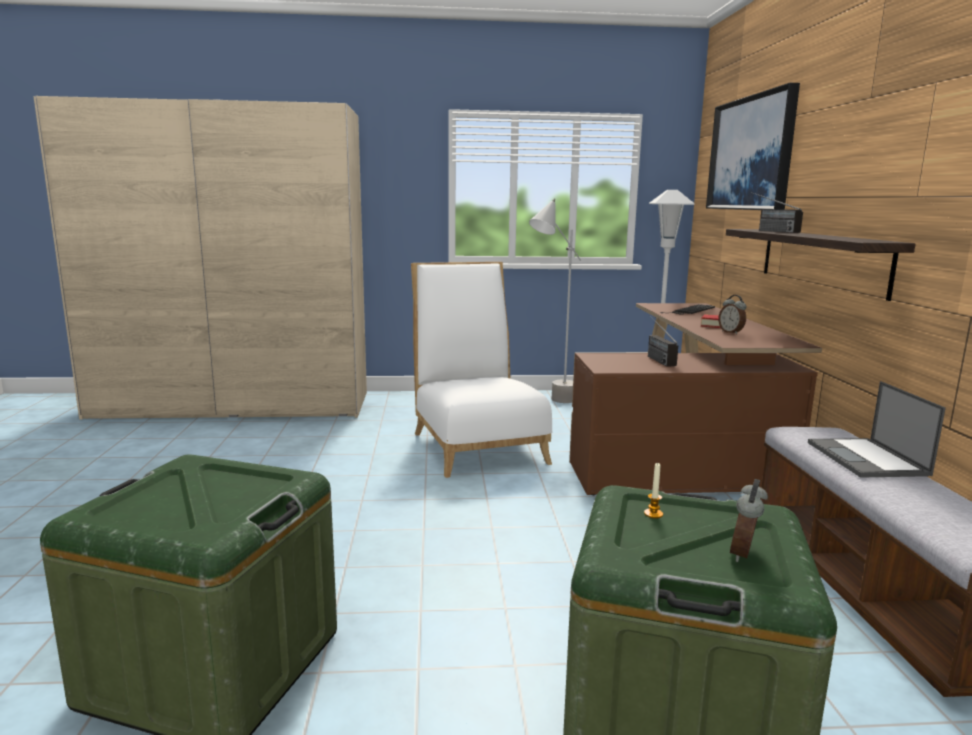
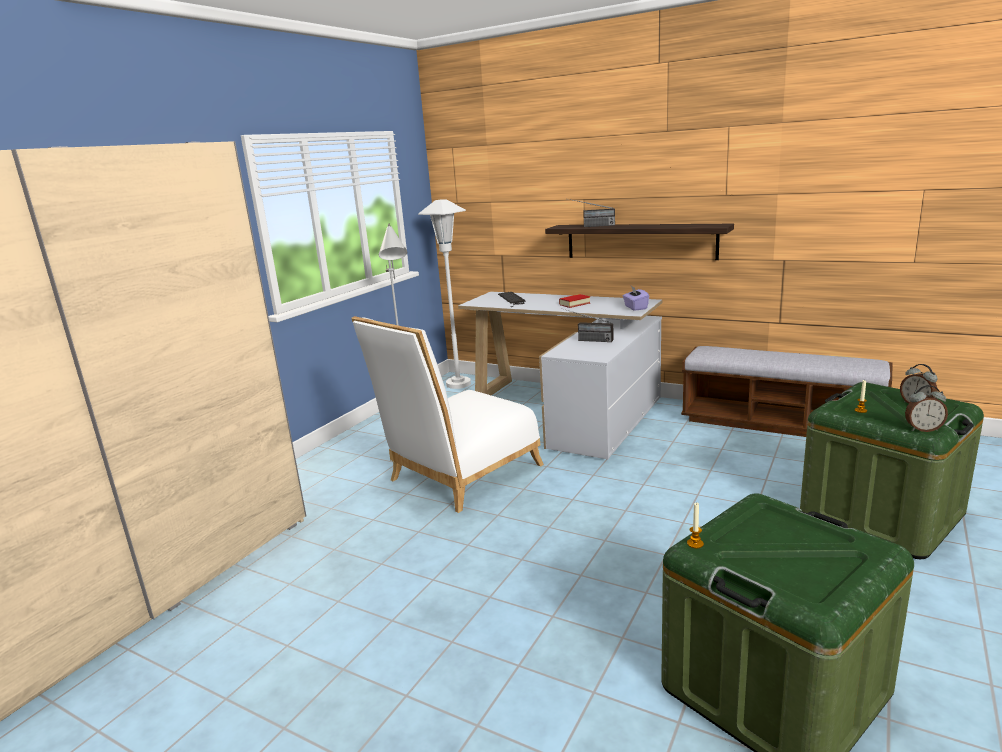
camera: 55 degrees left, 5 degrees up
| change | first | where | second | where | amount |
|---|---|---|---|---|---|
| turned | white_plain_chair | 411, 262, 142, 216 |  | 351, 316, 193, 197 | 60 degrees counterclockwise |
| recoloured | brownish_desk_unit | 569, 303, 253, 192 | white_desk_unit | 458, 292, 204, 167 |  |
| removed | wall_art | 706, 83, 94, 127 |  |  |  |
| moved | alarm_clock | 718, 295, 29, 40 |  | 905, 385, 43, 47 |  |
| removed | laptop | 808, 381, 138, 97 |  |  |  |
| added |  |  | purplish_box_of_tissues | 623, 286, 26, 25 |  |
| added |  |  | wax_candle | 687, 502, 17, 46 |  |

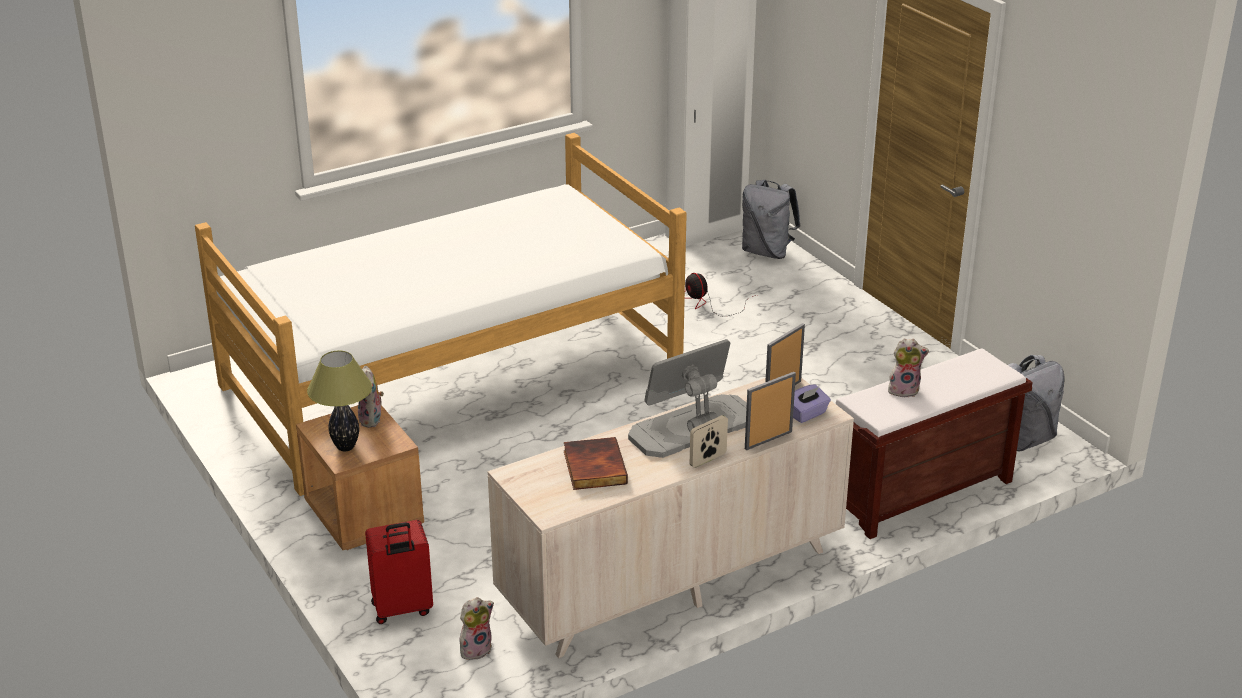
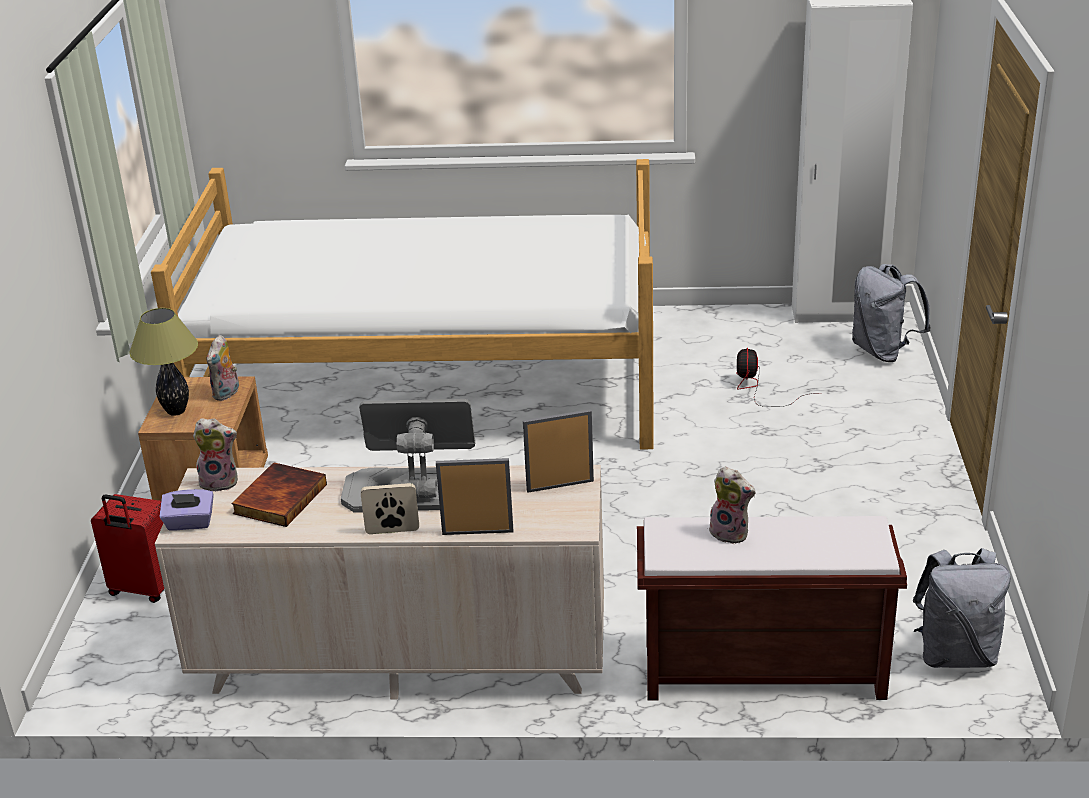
camera: 35 degrees right, 0 degrees up
| change | first | where | second | where | amount |
|---|---|---|---|---|---|
| moved | plush_toy | 460, 597, 34, 63 |  | 193, 418, 45, 74 |  |
| moved | purplish_box_of_tissues | 793, 385, 38, 38 |  | 160, 489, 54, 42 |  |

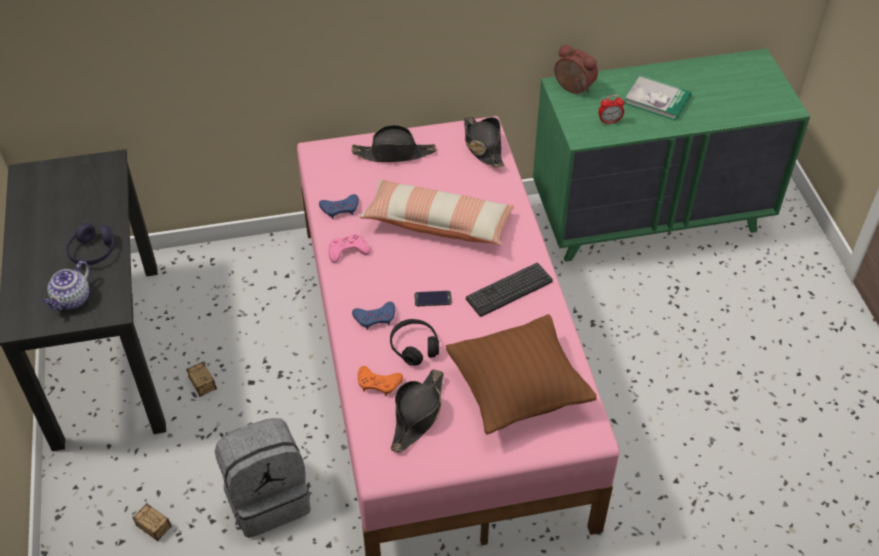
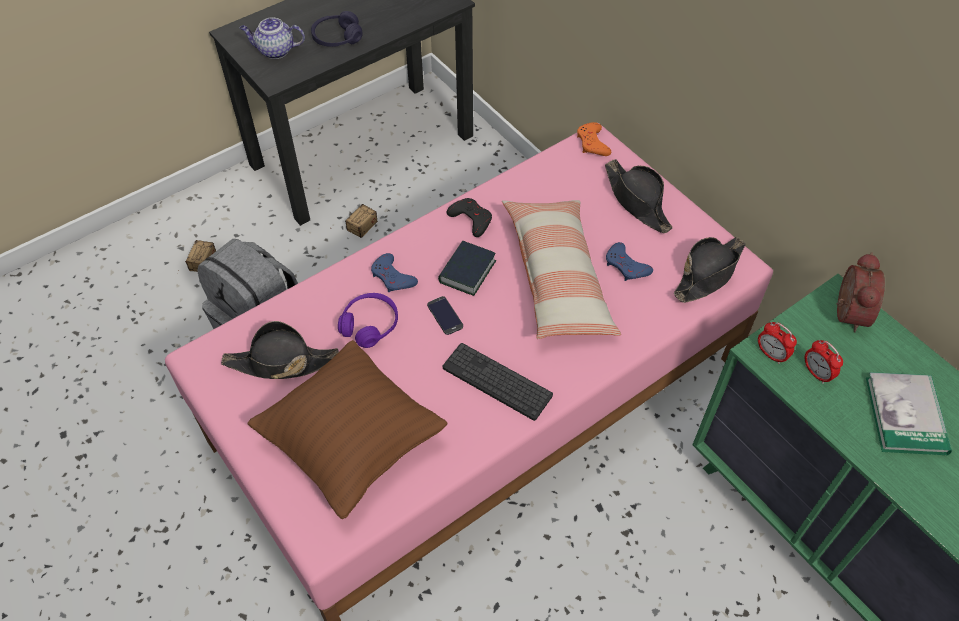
camera: 65 degrees right, 5 degrees up
| change | first | where | second | where | amount |
|---|---|---|---|---|---|
| moved | bluish_joypad | 319, 194, 40, 25 |  | 606, 242, 47, 39 |  |
| recoloured | pinkish_joypad | 329, 234, 41, 29 | blackish_joypad | 447, 198, 45, 39 |  |
| moved | orange_joypad | 358, 366, 45, 30 |  | 577, 122, 34, 34 |  |
| recoloured | blackish_headset | 390, 319, 49, 47 | purplish_headset | 338, 293, 60, 55 |  |
| added |  |  | bound_book | 438, 241, 59, 55 |  |
| added |  |  | alarm_clock | 758, 322, 39, 42 |  |

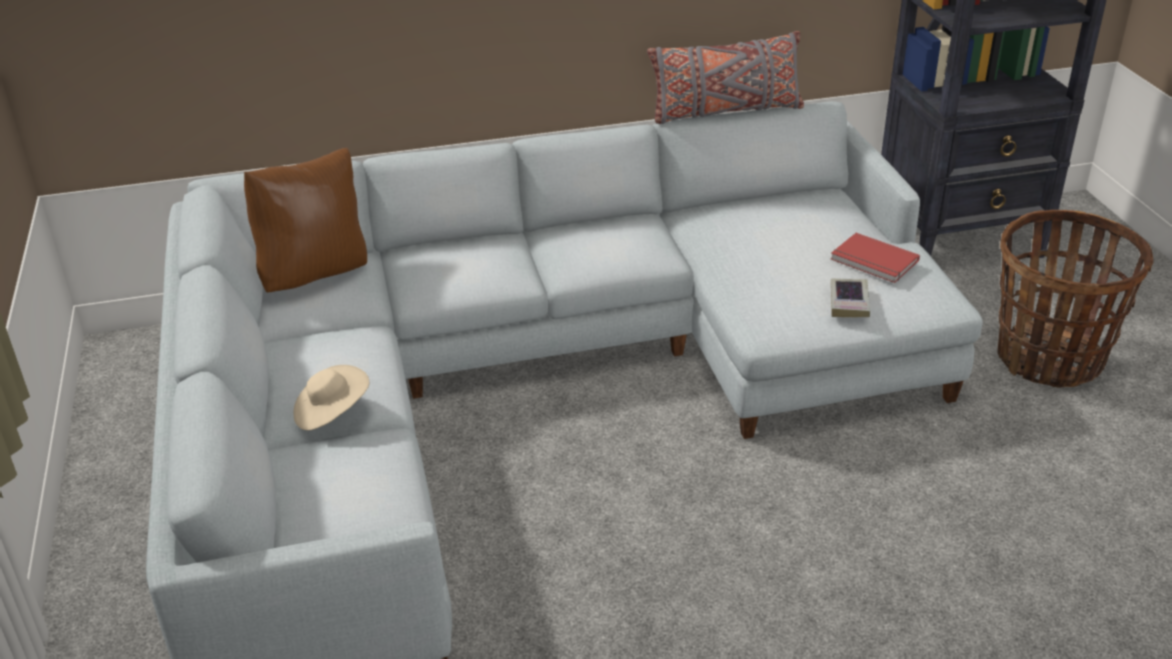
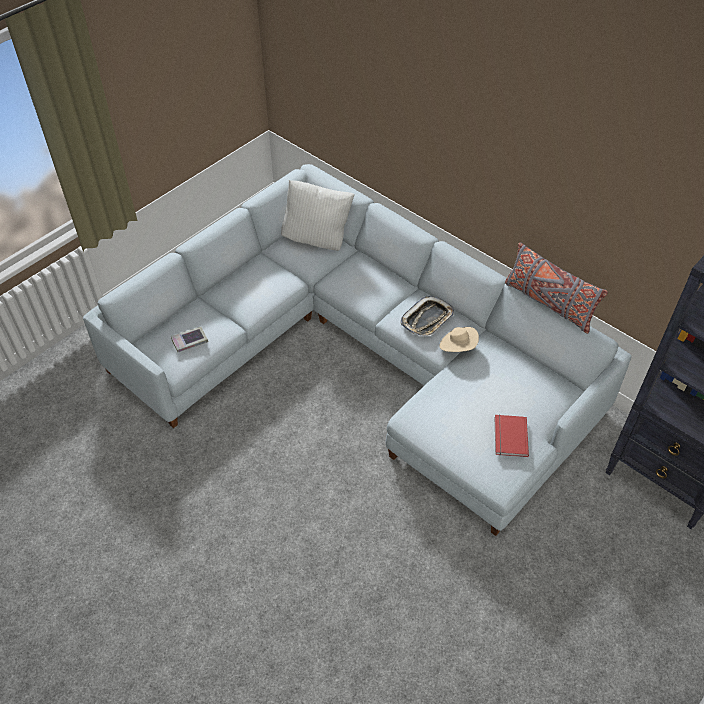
camera: 55 degrees right, 15 degrees up
| change | first | where | second | where | amount |
|---|---|---|---|---|---|
| recoloured | brownish_pillow | 244, 148, 123, 145 | white_pillow | 281, 180, 74, 71 |  |
| moved | beige-coloured_clothing_hat | 294, 365, 75, 65 |  | 439, 327, 40, 25 |  |
| moved | bound_book | 831, 279, 39, 38 |  | 171, 327, 37, 25 |  |
| removed | household_basket | 997, 210, 157, 178 |  |  |  |
| added |  |  | tray | 401, 296, 53, 40 |  |

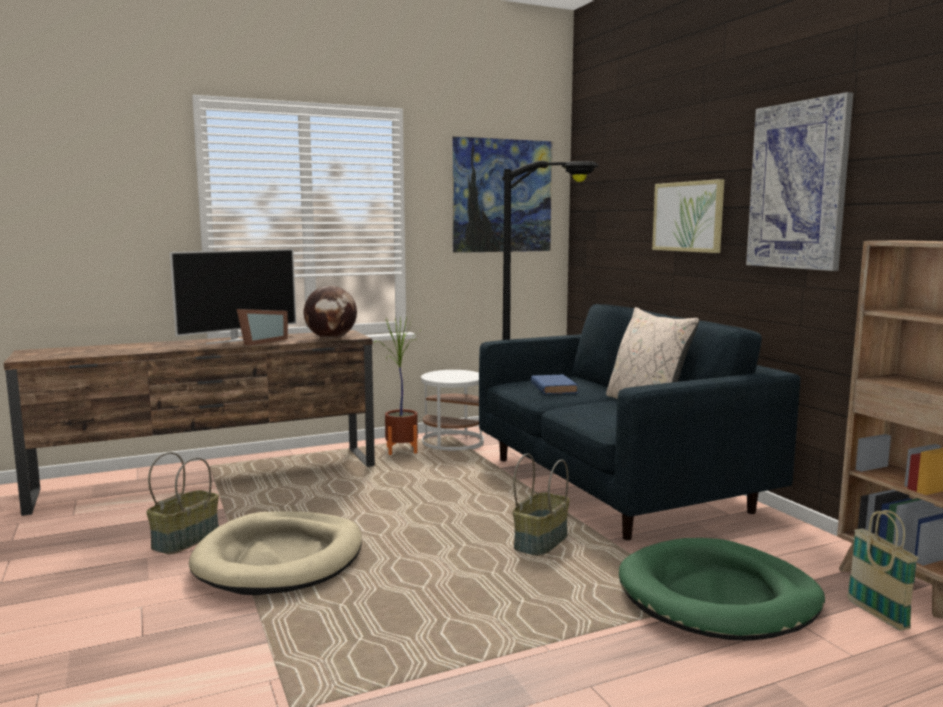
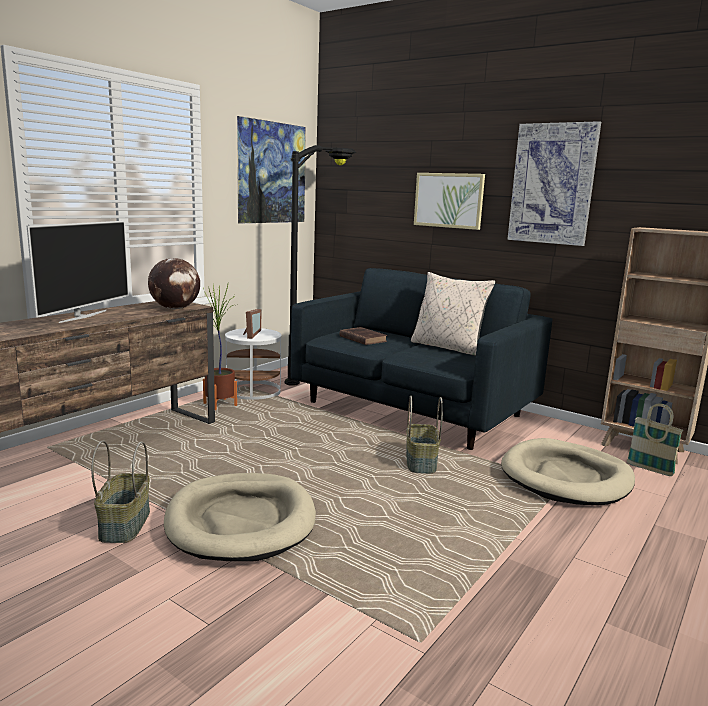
camera: 30 degrees left, 5 degrees up
| change | first | where | second | where | amount |
|---|---|---|---|---|---|
| moved | photo_frame | 237, 309, 51, 37 |  | 243, 309, 18, 30 |  |
| recoloured | bluish_bound_book | 531, 375, 47, 19 | brownish_bound_book | 340, 327, 47, 18 |  |
| recoloured | greenish_pet_bed | 619, 538, 206, 103 | beige-coloured_pet_bed | 501, 438, 134, 67 |  |

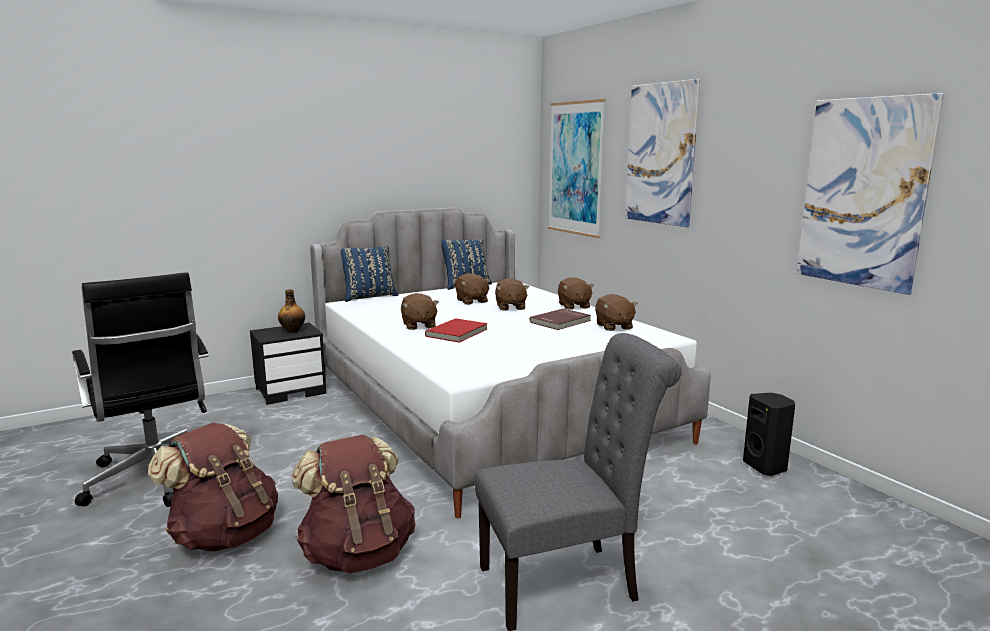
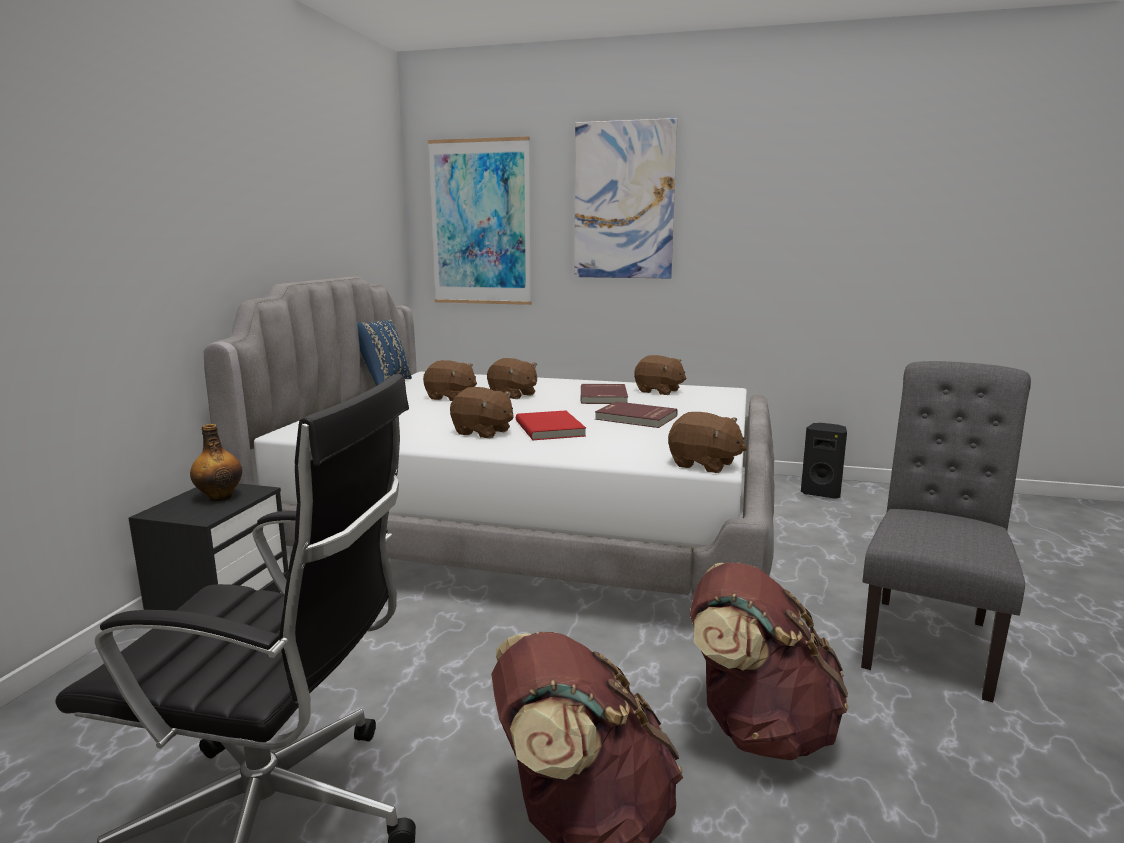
camera: 45 degrees left, 0 degrees up
| change | first | where | second | where | amount |
|---|---|---|---|---|---|
| removed | bluish_pillow | 341, 246, 57, 56 |  |  |  |
| moved | brownish_plush_toy | 558, 277, 36, 33 |  | 668, 412, 79, 61 |  |
| removed | wall_art | 797, 93, 147, 202 |  |  |  |
| added |  |  | red_bound_book | 595, 401, 83, 27 |  |

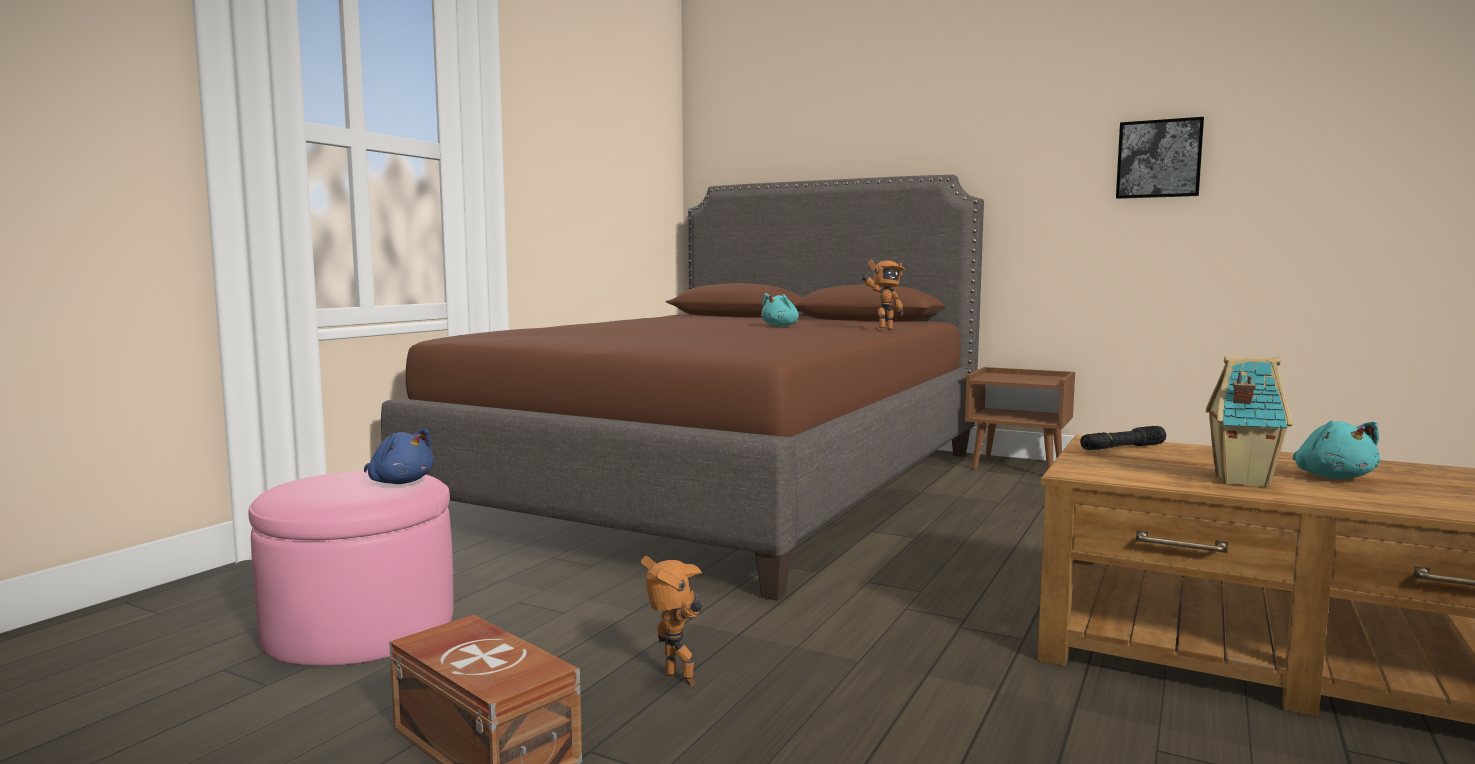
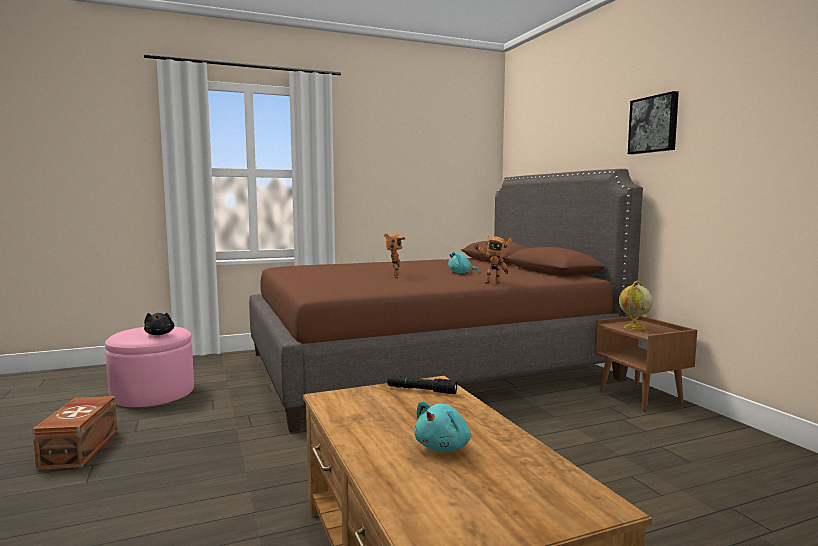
camera: 40 degrees right, 0 degrees up
| change | first | where | second | where | amount |
|---|---|---|---|---|---|
| recoloured | bluish_plush_toy | 364, 428, 70, 56 | blackish_plush_toy | 144, 312, 30, 23 |  |
| moved | toy_robot | 641, 556, 62, 130 |  | 384, 234, 21, 44 |  |
| moved | wall_art | 1116, 117, 88, 82 |  | 628, 91, 51, 63 |  |
| removed | miniature_house | 1206, 356, 86, 132 |  |  |  |
| added |  |  | globe | 619, 281, 34, 49 |  |

